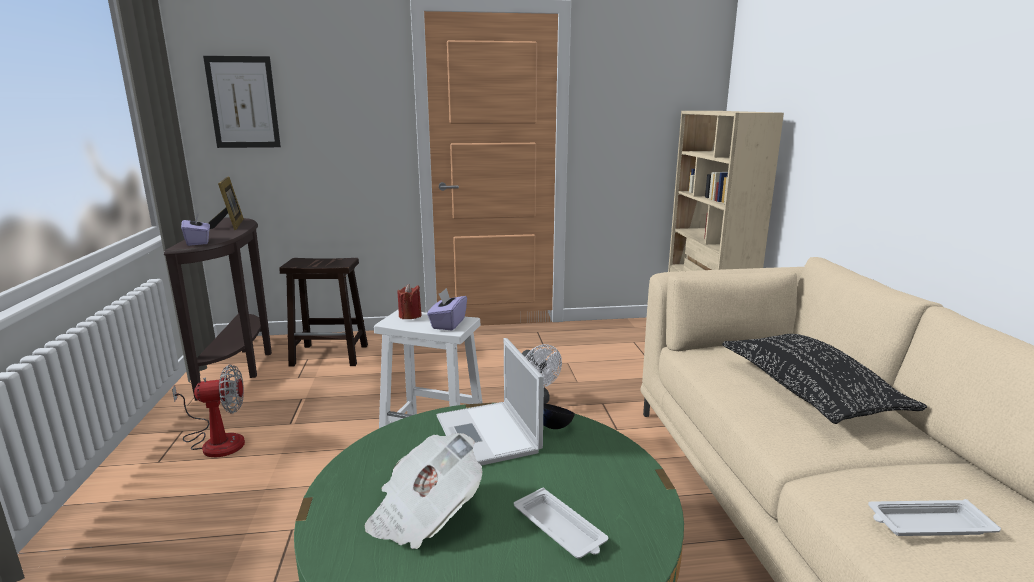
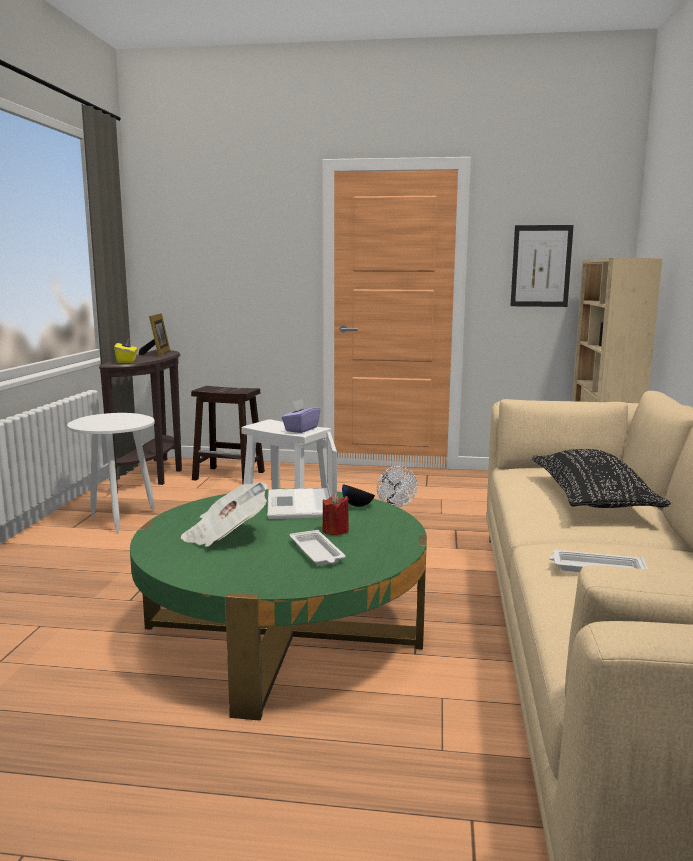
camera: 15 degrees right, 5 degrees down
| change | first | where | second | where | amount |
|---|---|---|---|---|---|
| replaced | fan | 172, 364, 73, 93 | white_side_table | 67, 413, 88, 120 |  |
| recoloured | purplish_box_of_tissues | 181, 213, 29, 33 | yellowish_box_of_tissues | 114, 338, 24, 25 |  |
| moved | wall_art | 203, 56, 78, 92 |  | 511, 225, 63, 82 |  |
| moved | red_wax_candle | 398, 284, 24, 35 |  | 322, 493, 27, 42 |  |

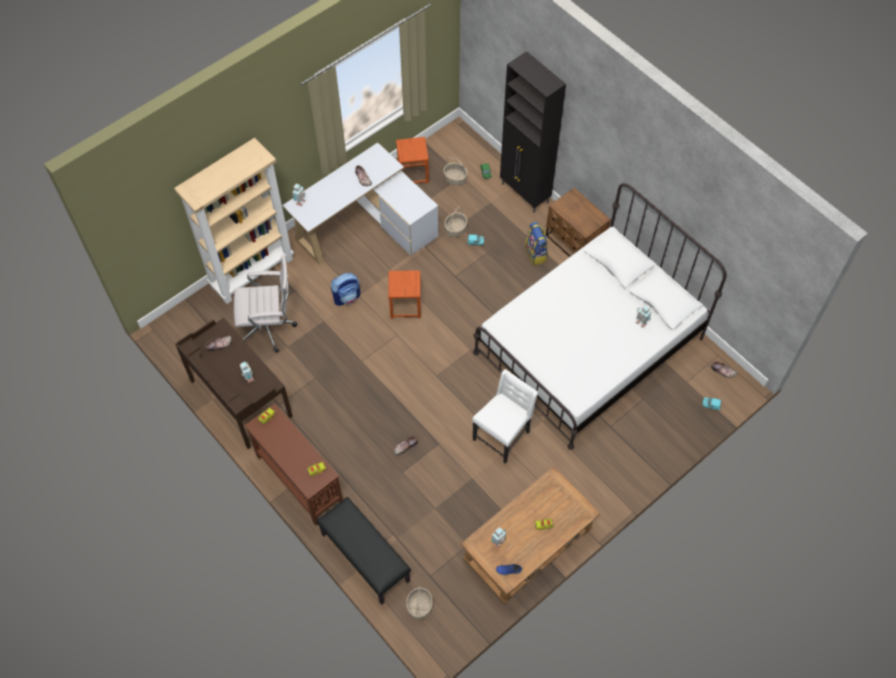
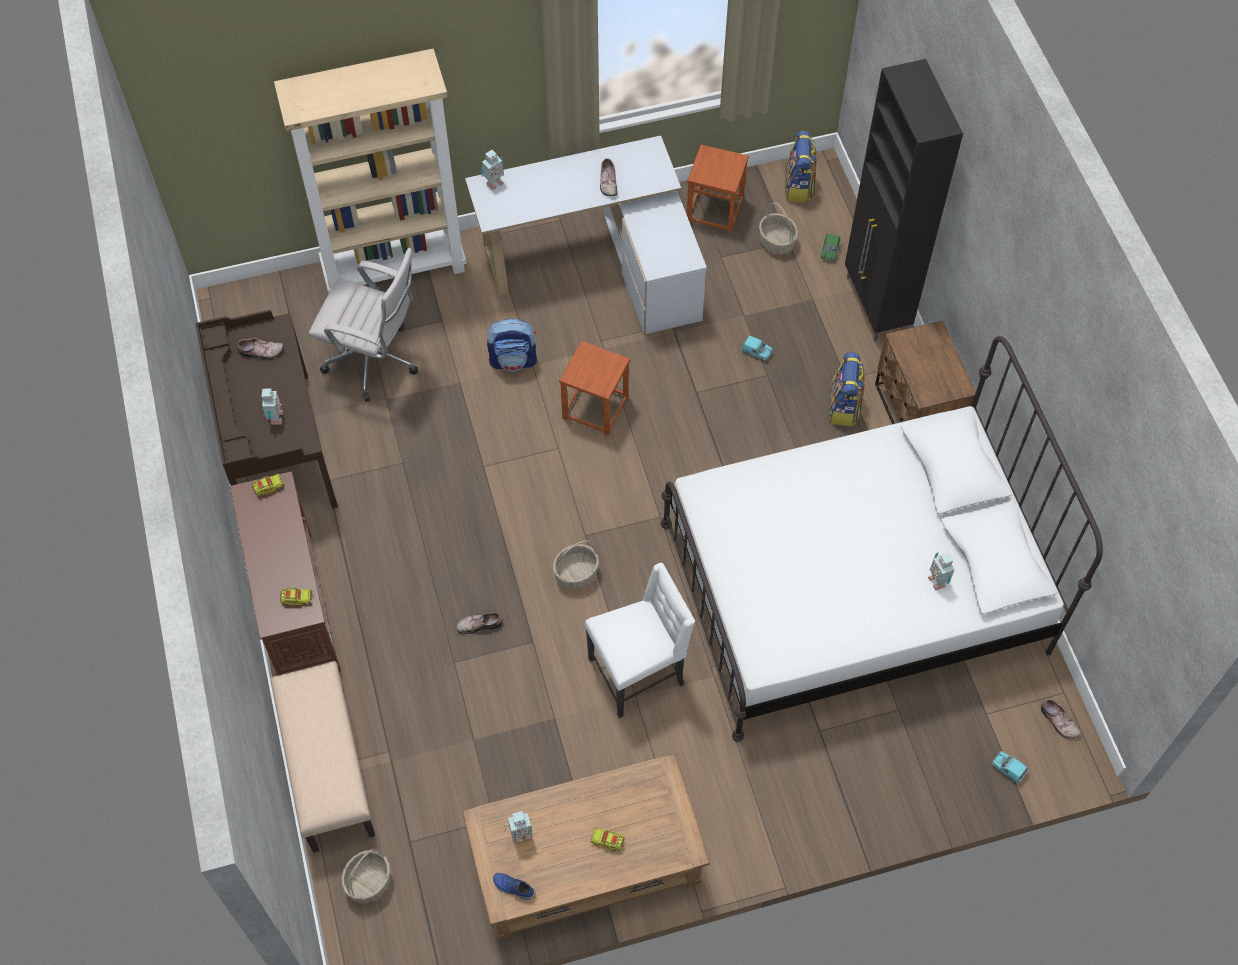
camera: 25 degrees right, 0 degrees up
| change | first | where | second | where | amount |
|---|---|---|---|---|---|
| recoloured | blackish_bench | 316, 497, 95, 108 | beige-coloured_bench | 270, 661, 105, 192 |  |
| moved | household_basket | 444, 206, 23, 31 |  | 553, 540, 46, 49 |  |
| added |  |  | rucksack | 785, 131, 32, 72 |  |

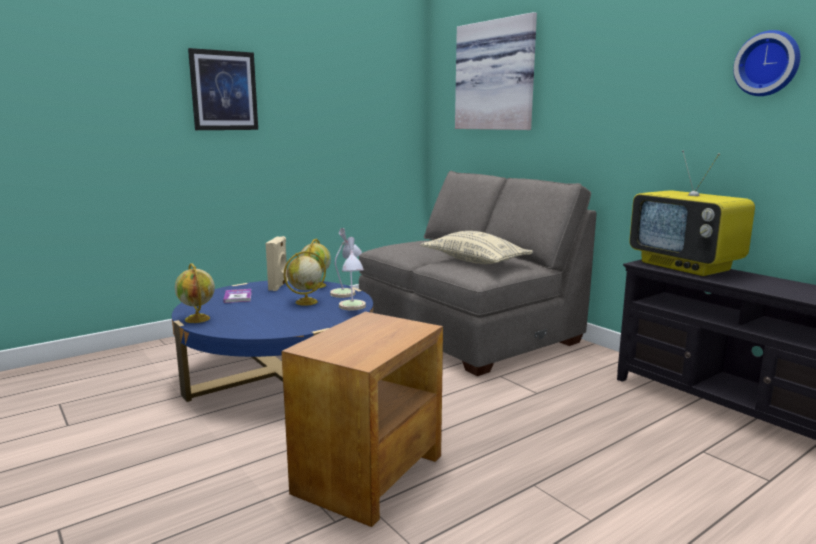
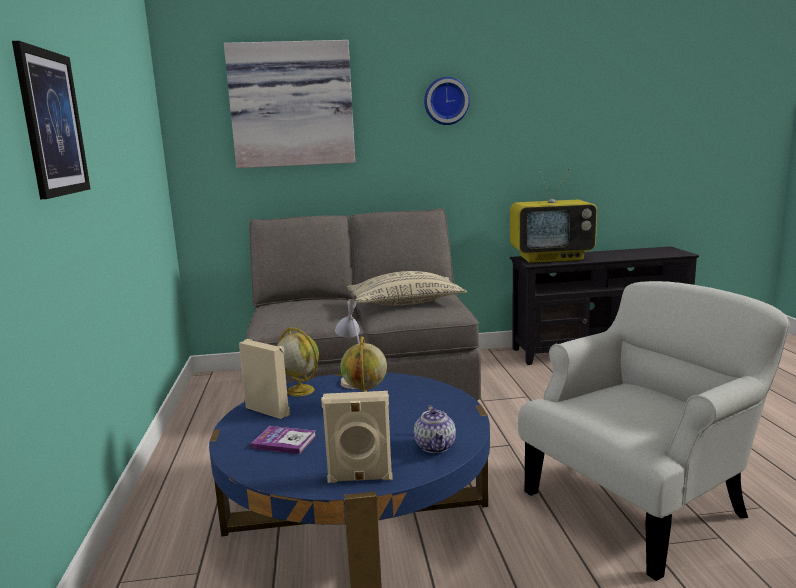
camera: 60 degrees left, 0 degrees up
| change | first | where | second | where | amount |
|---|---|---|---|---|---|
| replaced | globe | 175, 263, 40, 60 | beige-coloured_audio_speaker | 321, 391, 72, 92 |  |
| replaced | brownish_side_table | 281, 311, 162, 216 | white_lounge_chair | 518, 281, 272, 300 |  |
| removed | lamp_for_a_table | 339, 237, 27, 73 |  |  |  |
| moved | wall_clock | 733, 30, 67, 66 |  | 424, 77, 46, 48 |  |
| added |  |  | pot_for_tea | 414, 405, 42, 48 |  |

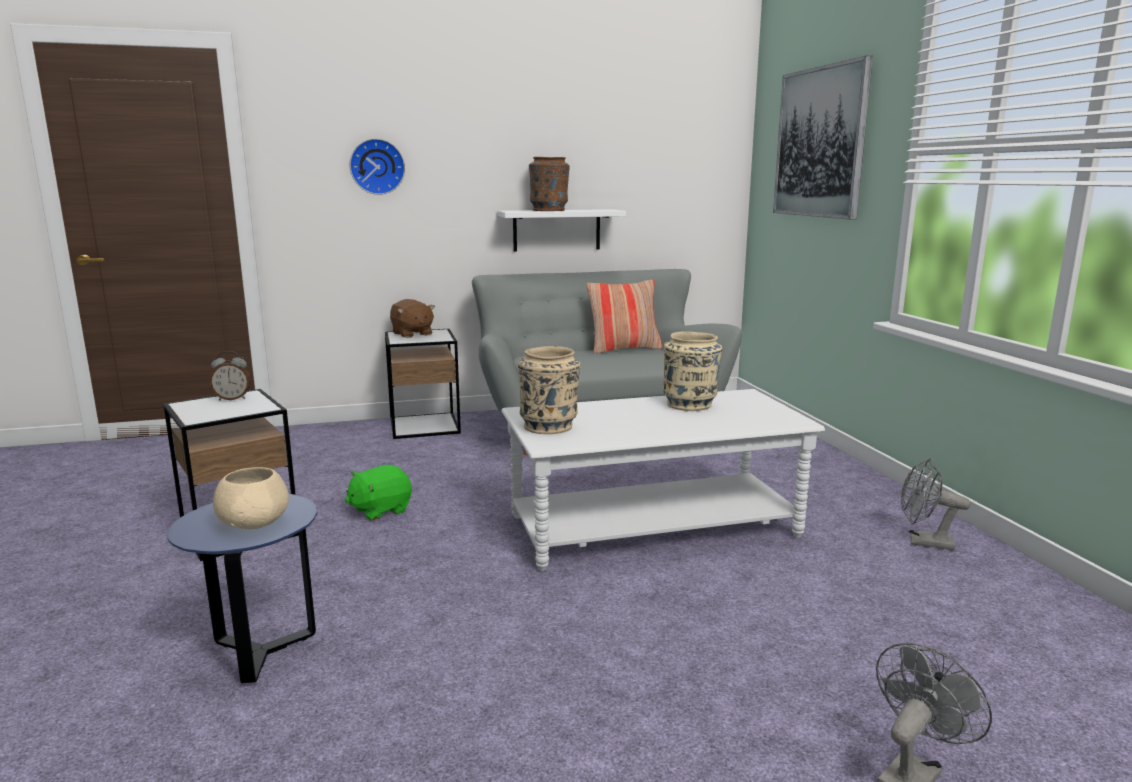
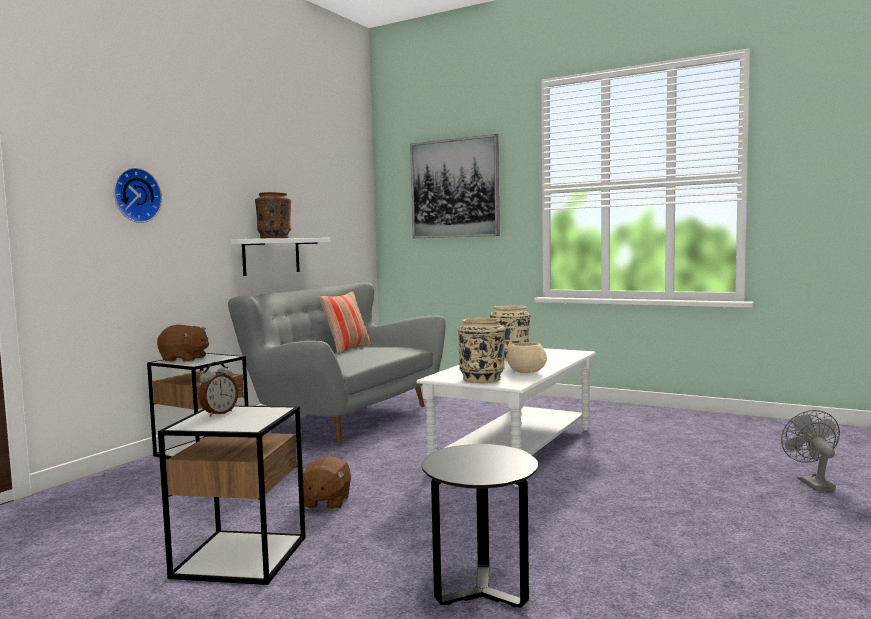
camera: 45 degrees left, 10 degrees down
| change | first | where | second | where | amount |
|---|---|---|---|---|---|
| recoloured | bluish_side_table | 167, 494, 150, 190 | blackish_side_table | 422, 444, 116, 164 |  |
| moved | beige-coloured_deep_dish | 213, 467, 76, 62 |  | 507, 342, 40, 31 |  |
| recoloured | greenish_plush_toy | 345, 465, 67, 56 | brownish_plush_toy | 295, 456, 56, 54 |  |
| removed | gray_fan | 901, 458, 70, 92 |  |  |  |

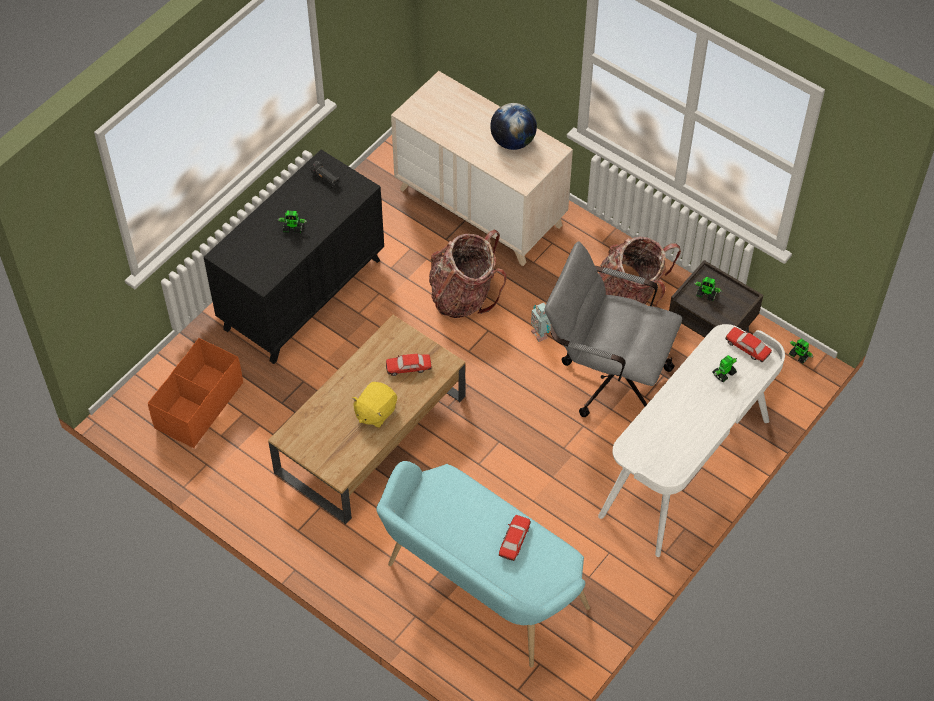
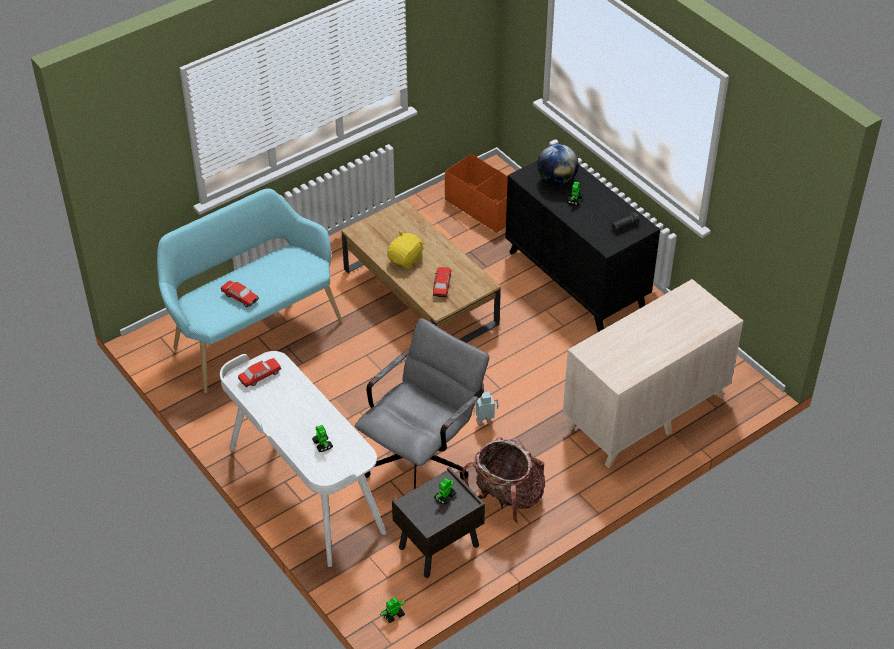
camera: 105 degrees right, 10 degrees down
| change | first | where | second | where | amount |
|---|---|---|---|---|---|
| turned | yellowish_plush_toy | 352, 382, 45, 46 |  | 387, 231, 37, 38 | 75 degrees clockwise |
| removed | rucksack | 429, 230, 78, 88 |  |  |  |
| moved | globe | 490, 103, 47, 47 |  | 537, 144, 42, 41 |  |
| moved | model_car | 725, 327, 47, 35 |  | 238, 358, 43, 29 |  |

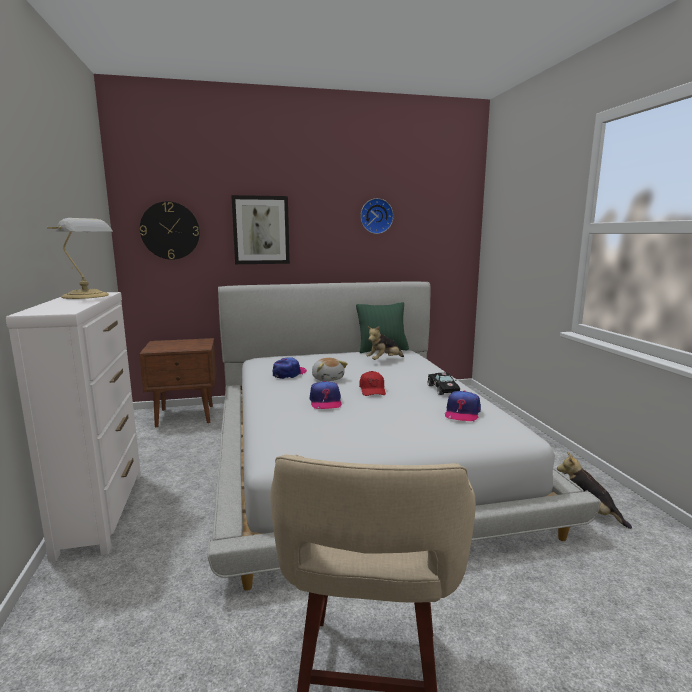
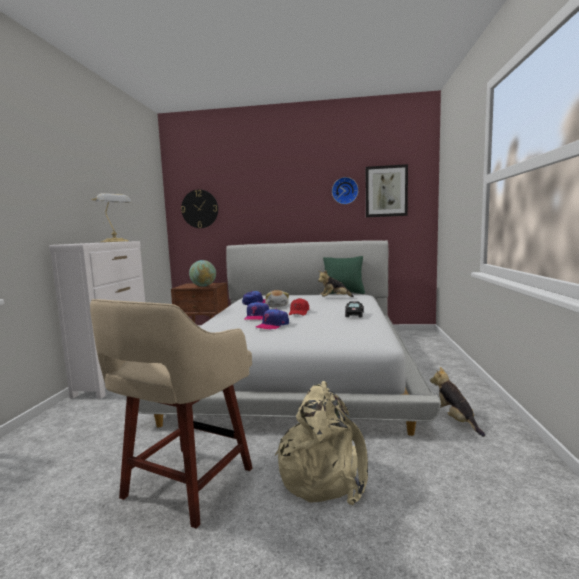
camera: 20 degrees right, 5 degrees down
| change | first | where | second | where | amount |
|---|---|---|---|---|---|
| moved | wall_art | 231, 195, 59, 69 |  | 366, 164, 42, 53 |  |
| moved | peaked_cap | 445, 390, 36, 31 |  | 256, 309, 33, 21 |  |
| added |  |  | globe | 189, 260, 27, 27 |  |
| added |  |  | beige-coloured_rucksack | 275, 381, 93, 124 |  |

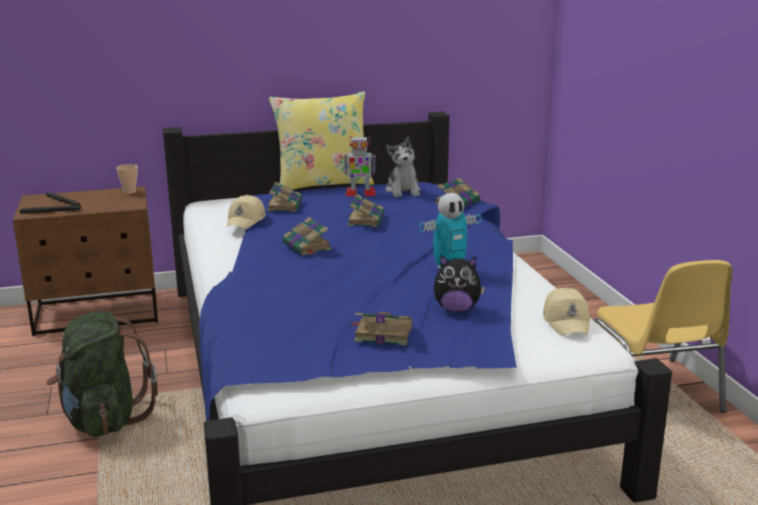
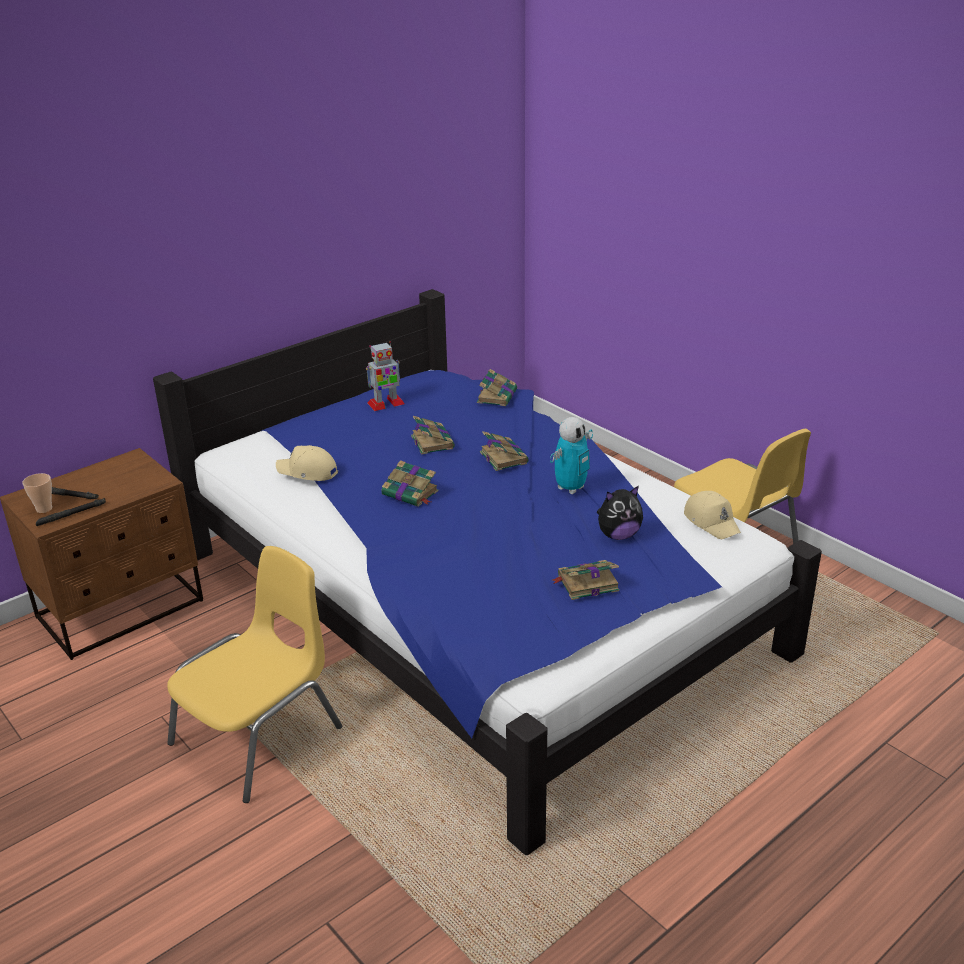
camera: 25 degrees left, 10 degrees up
| change | first | where | second | where | amount |
|---|---|---|---|---|---|
| replaced | greenish_rucksack | 46, 311, 112, 126 | yellowish_plain_chair | 167, 546, 176, 257 |  |
| moved | cup | 116, 164, 22, 30 |  | 22, 473, 30, 40 |  |
| turned | beige-coloured_peaked_cap | 227, 195, 39, 34 |  | 276, 445, 62, 36 | 120 degrees clockwise |
| moved | bound_book | 267, 182, 35, 30 |  | 480, 431, 49, 40 |  |
| removed | yellowish_pillow | 269, 91, 105, 99 |  |  |  |
| removed | plush_toy | 385, 137, 36, 60 |  |  |  |

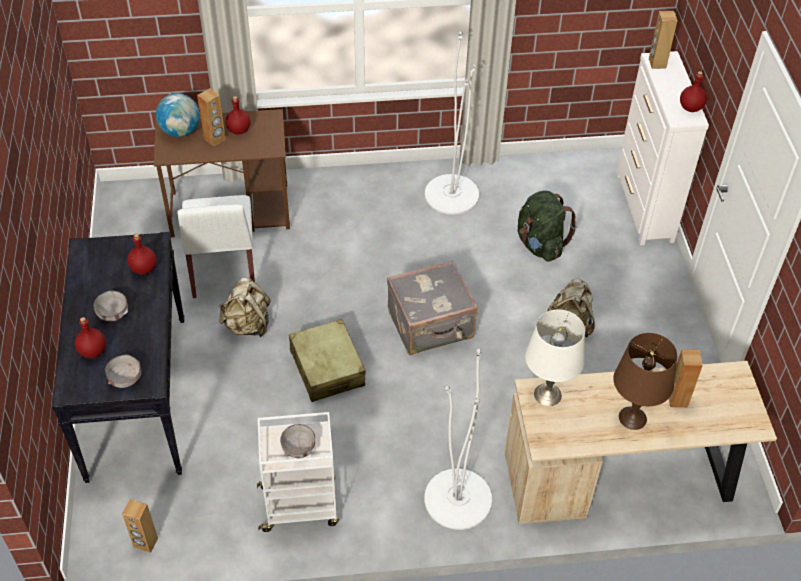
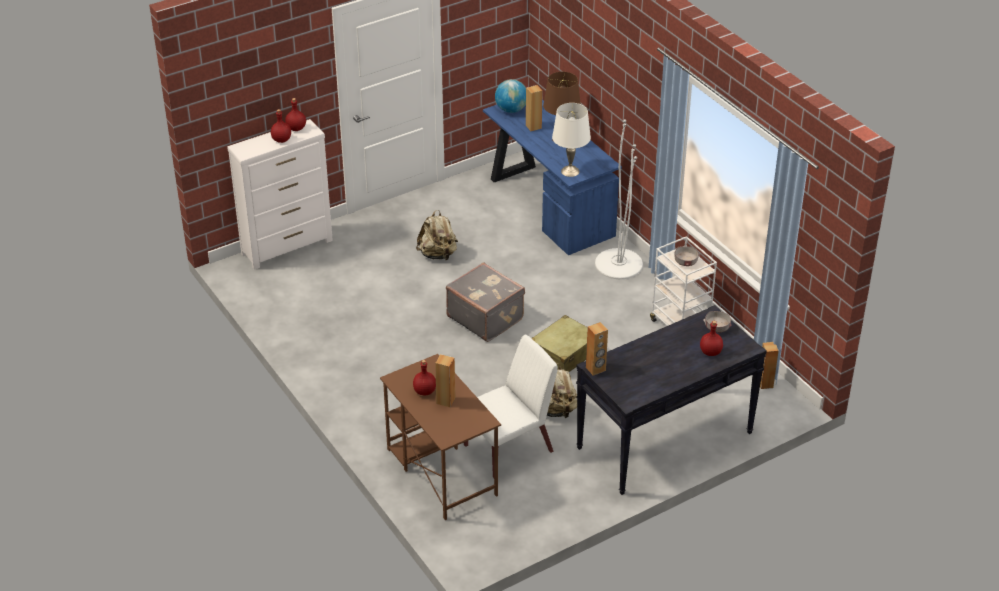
camera: 115 degrees left, 10 degrees down
| change | first | where | second | where | amount |
|---|---|---|---|---|---|
| removed | gray_deep_dish | 93, 291, 35, 30 |  |  |  |
| moved | red_beverage_bottle | 127, 234, 30, 41 |  | 271, 109, 20, 34 |  |
| moved | globe | 156, 93, 44, 44 |  | 495, 79, 31, 34 |  |
| removed | white_floor_lamp | 424, 31, 55, 184 |  |  |  |
| recoloured | beige-coloured_desk_unit | 505, 361, 272, 163 | bluish_desk_unit | 483, 99, 139, 156 |  |
| removed | greenish_rucksack | 518, 191, 59, 71 |  |  |  |
| moved | brownish_audio_speaker | 649, 11, 29, 58 |  | 586, 322, 22, 54 |  |

